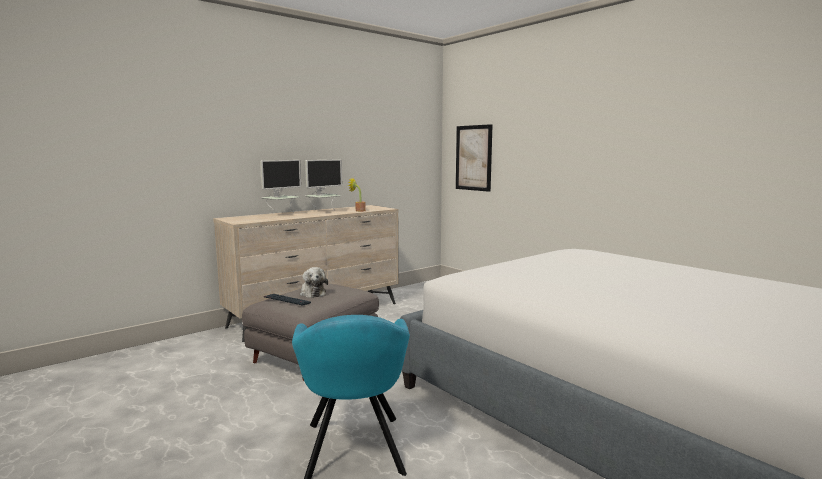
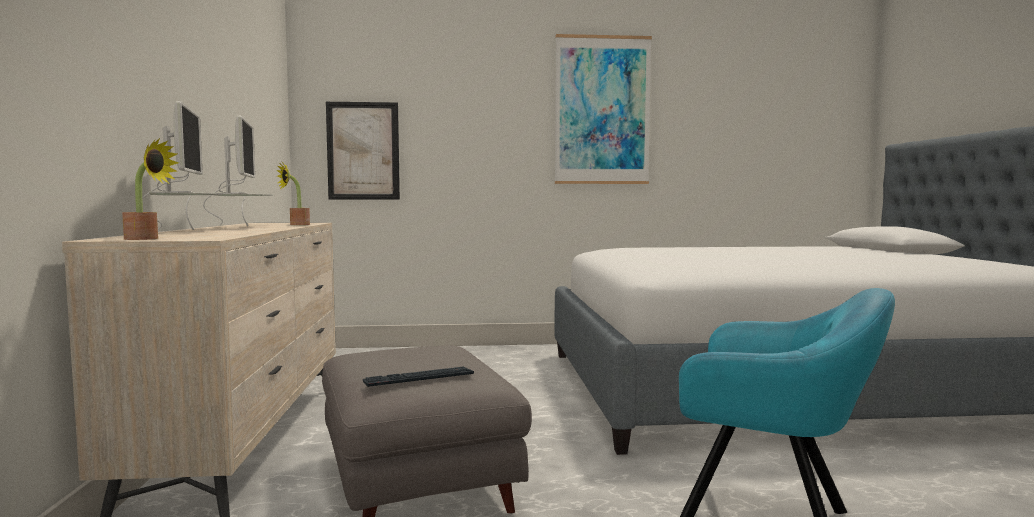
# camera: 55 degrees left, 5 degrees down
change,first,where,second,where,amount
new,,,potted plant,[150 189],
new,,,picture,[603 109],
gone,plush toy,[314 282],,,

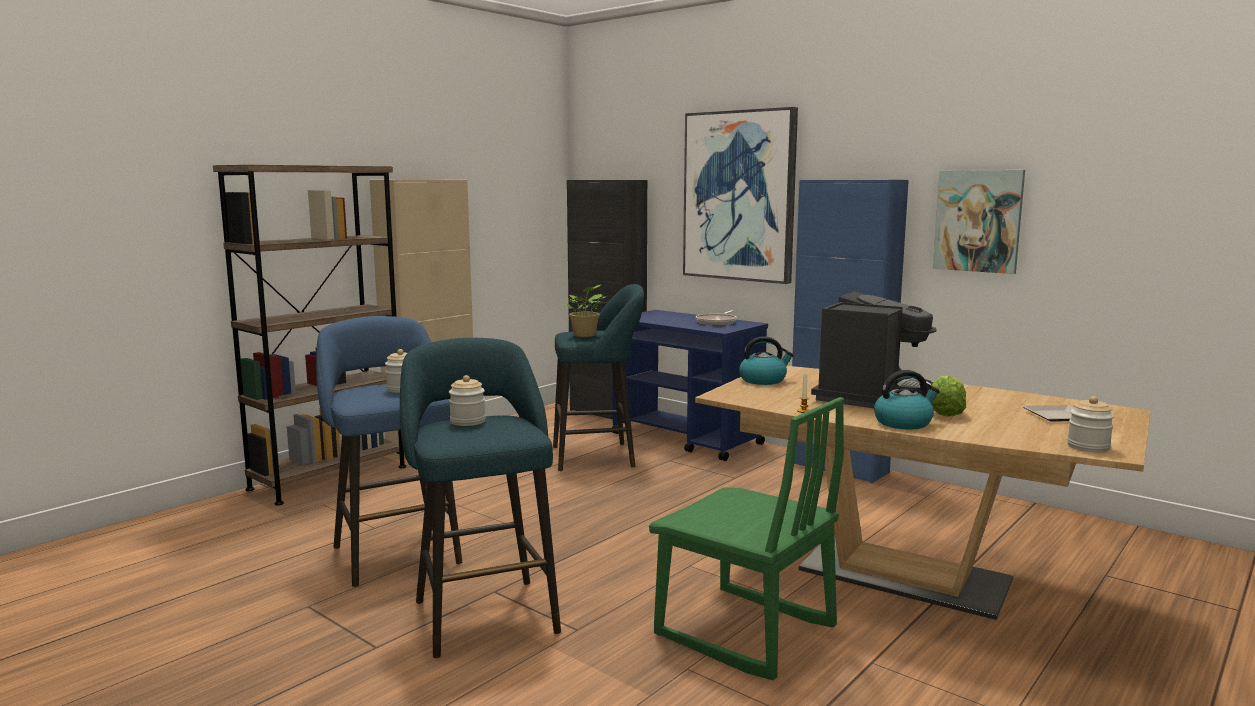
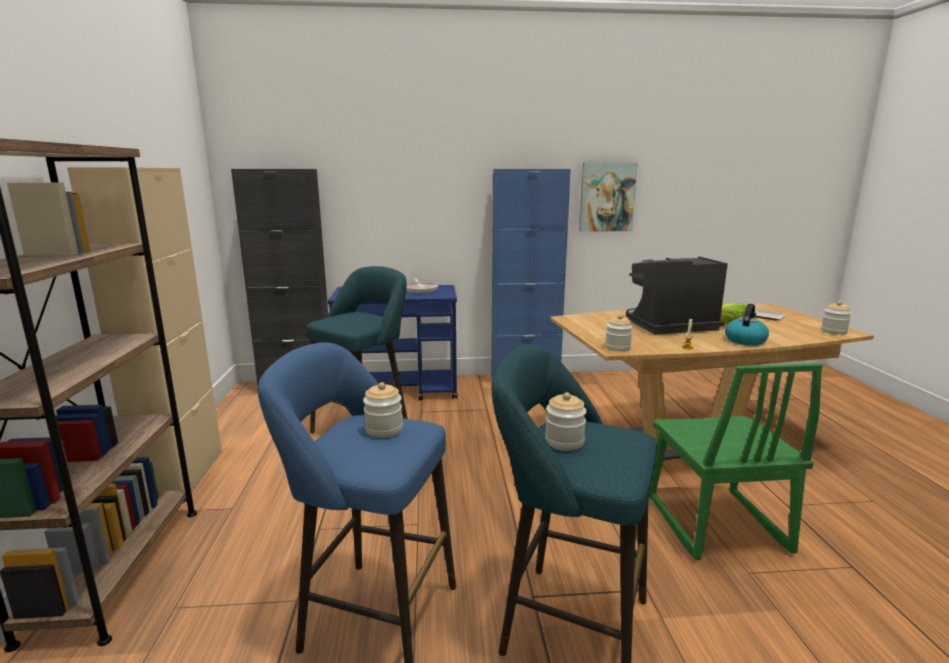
# camera: 45 degrees left, 5 degrees up
change,first,where,second,where,amount
new,,,jar,[619 332],
rotated,coffee machine,[874 349],,[677 295],90 degrees counterclockwise
rotated,green chair,[746 538],,[736 461],90 degrees clockwise
gone,potted plant,[586 310],,,
gone,picture,[740 195],,,
gone,kettle,[766 360],,,

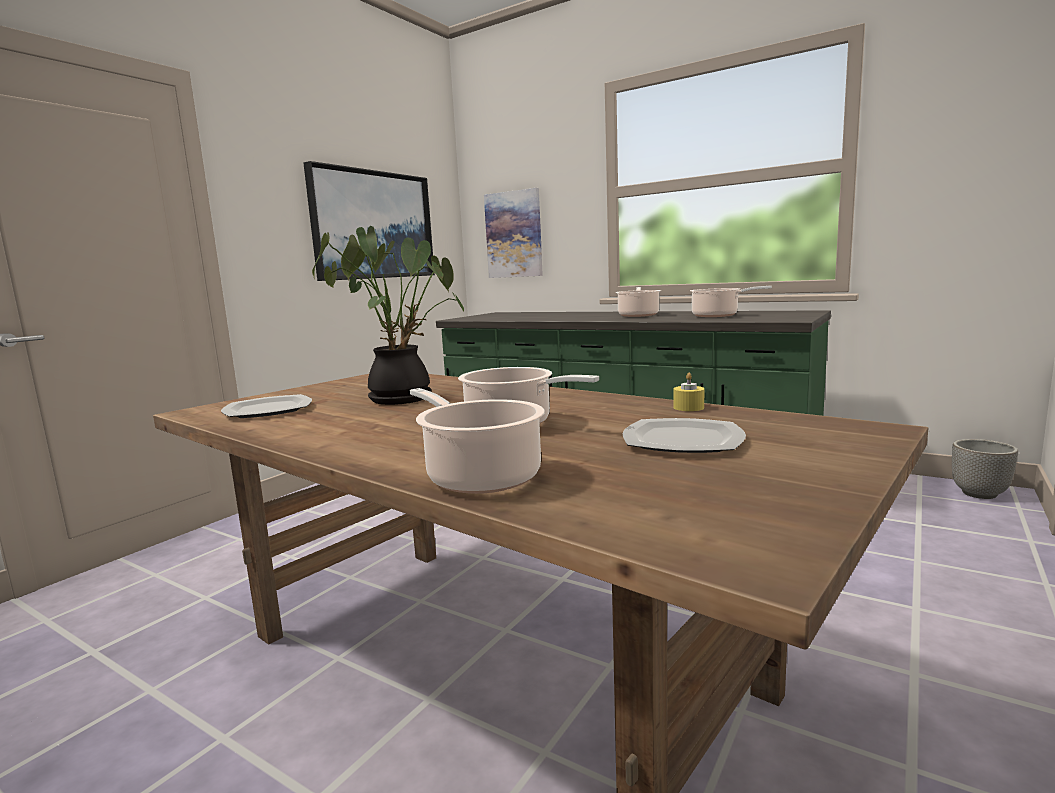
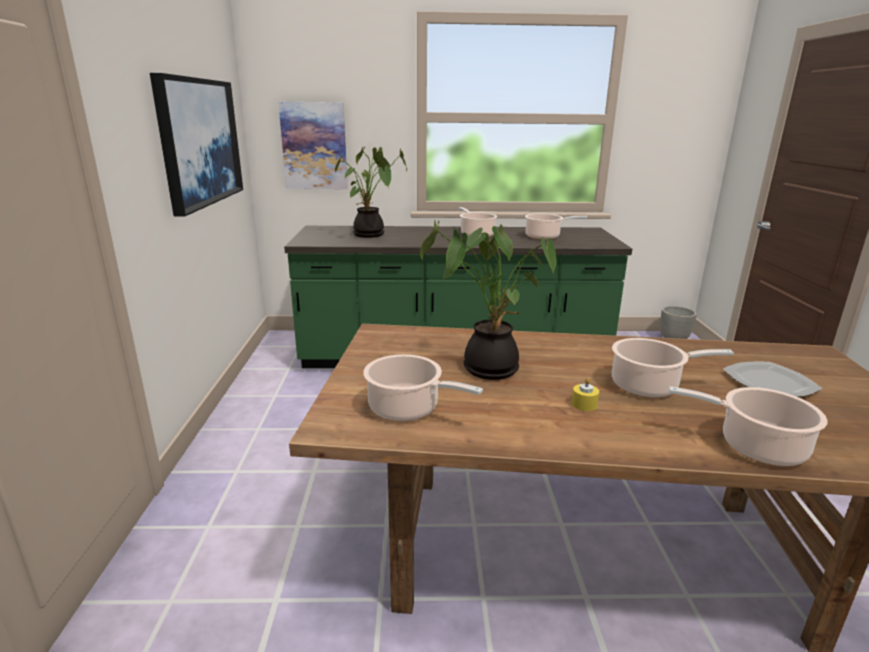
# camera: 35 degrees left, 10 degrees up
change,first,where,second,where,amount
new,,,potted plant,[371 192],
swapped,plate,[266 406],cooking pot,[423 387],
shifted,yellow candle,[689 392],,[585 394],

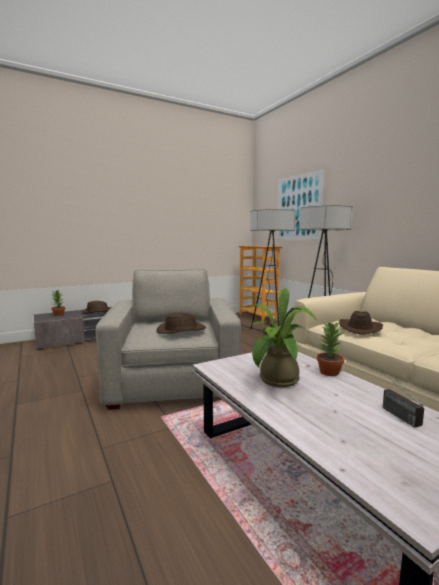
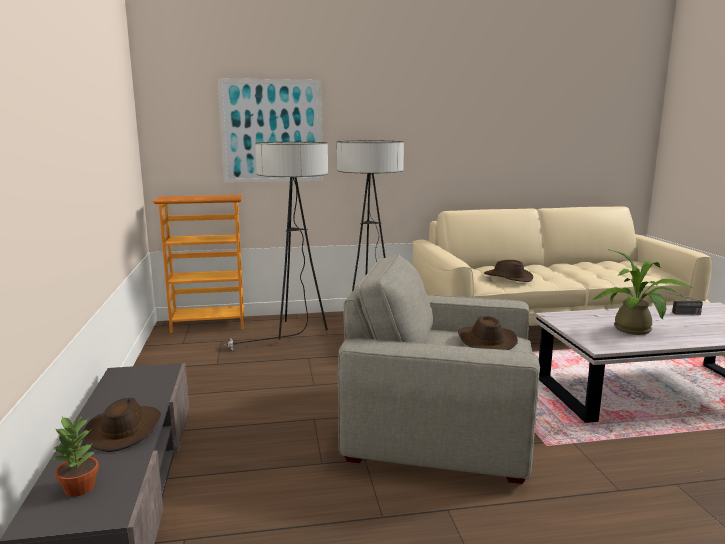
# camera: 70 degrees left, 5 degrees up
change,first,where,second,where,amount
gone,potted plant,[330 349],,,

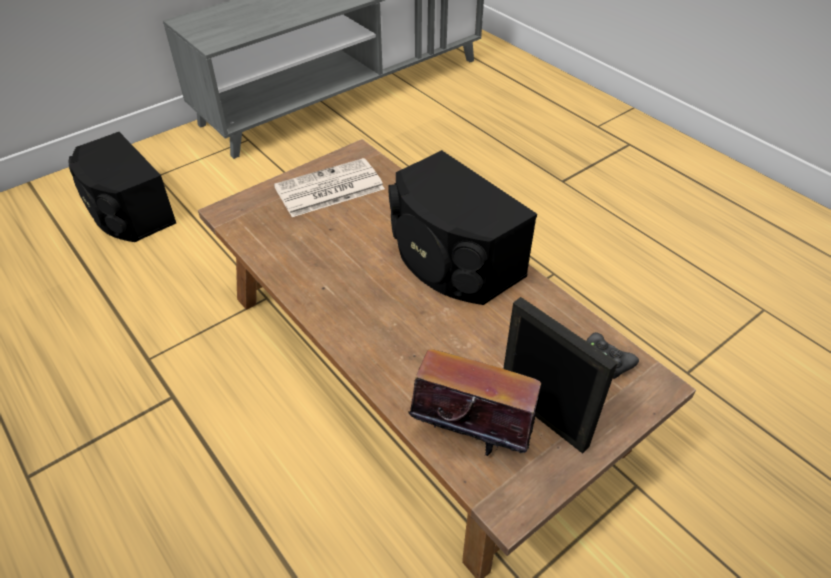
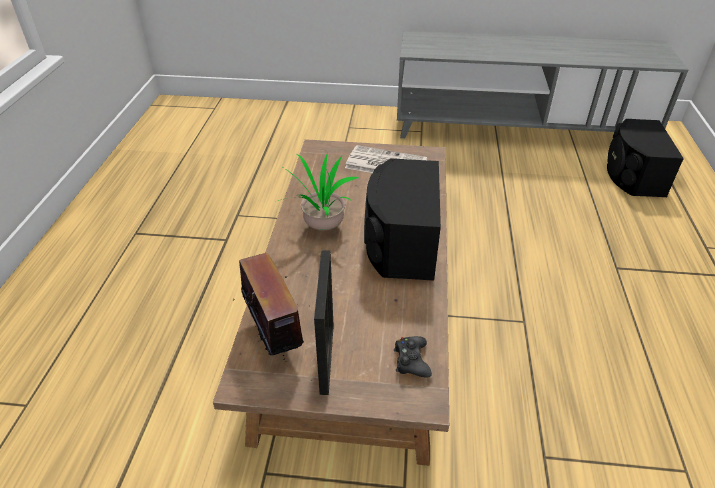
# camera: 45 degrees right, 5 degrees down
change,first,where,second,where,amount
new,,,potted plant,[318 191],
shifted,black speaker,[122 187],,[645 158],

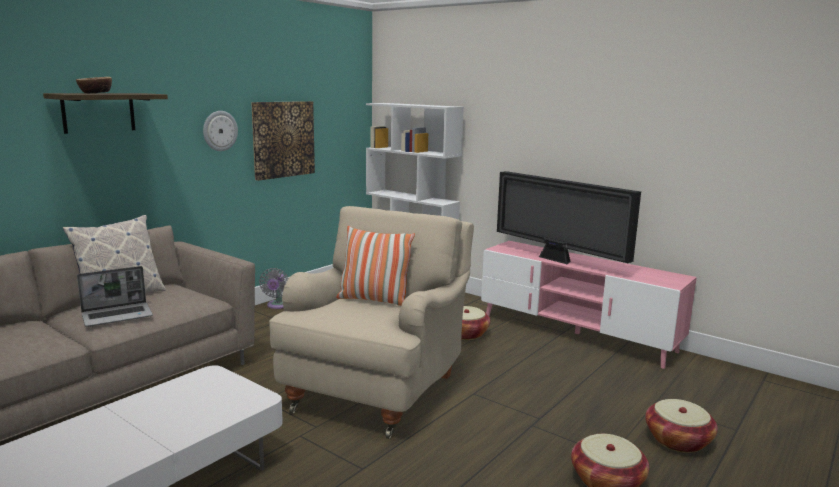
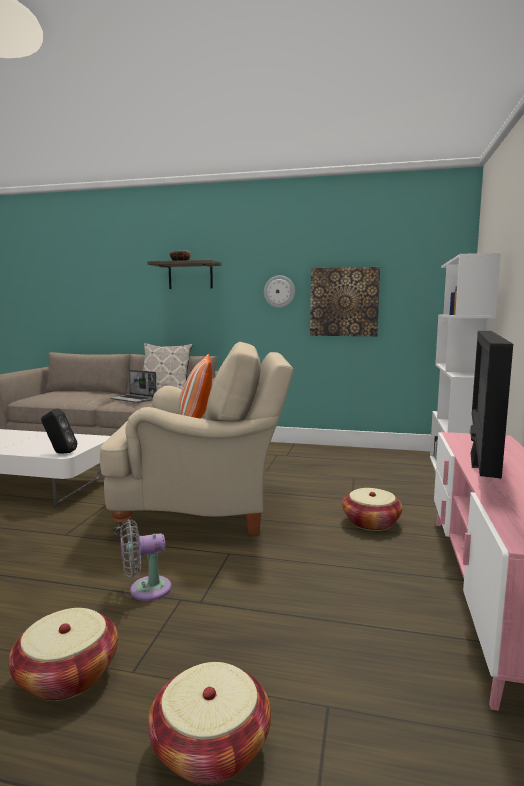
# camera: 65 degrees right, 5 degrees down
change,first,where,second,where,amount
new,,,black speaker,[59 431],
shifted,grey fan,[274 288],,[146 560],

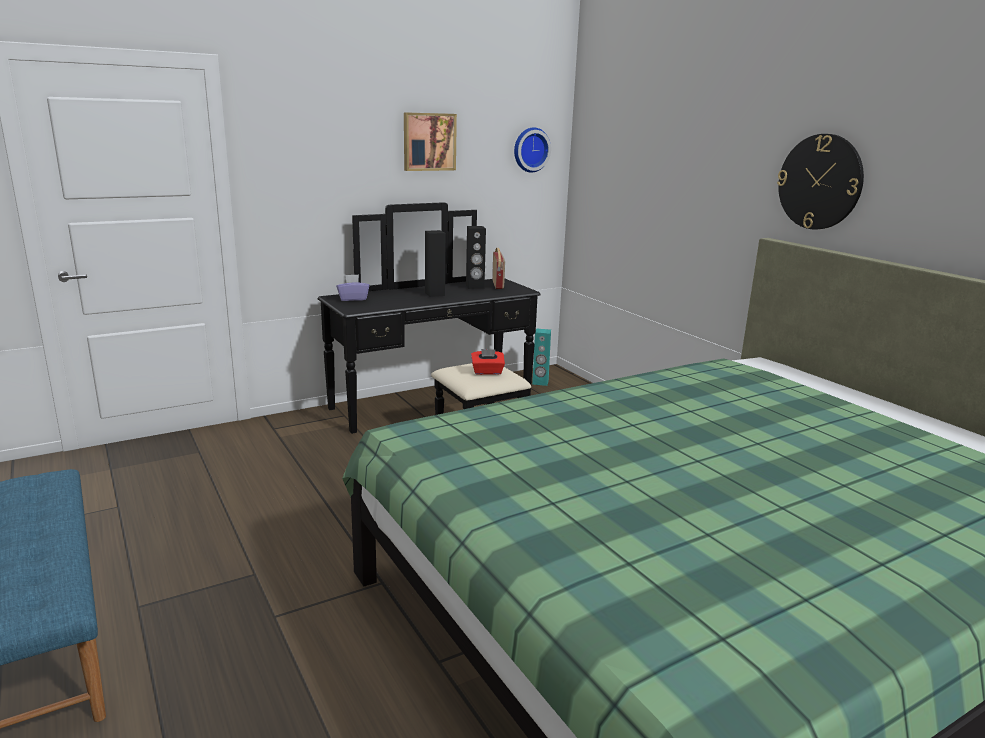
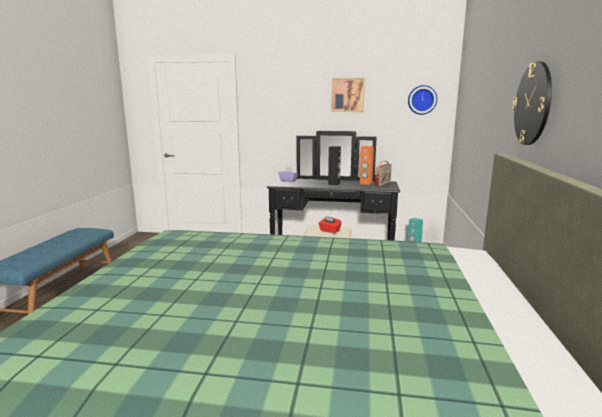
# camera: 40 degrees right, 5 degrees down
change,first,where,second,where,amount
repainted,black speaker,[476 257],orange speaker,[366 165],

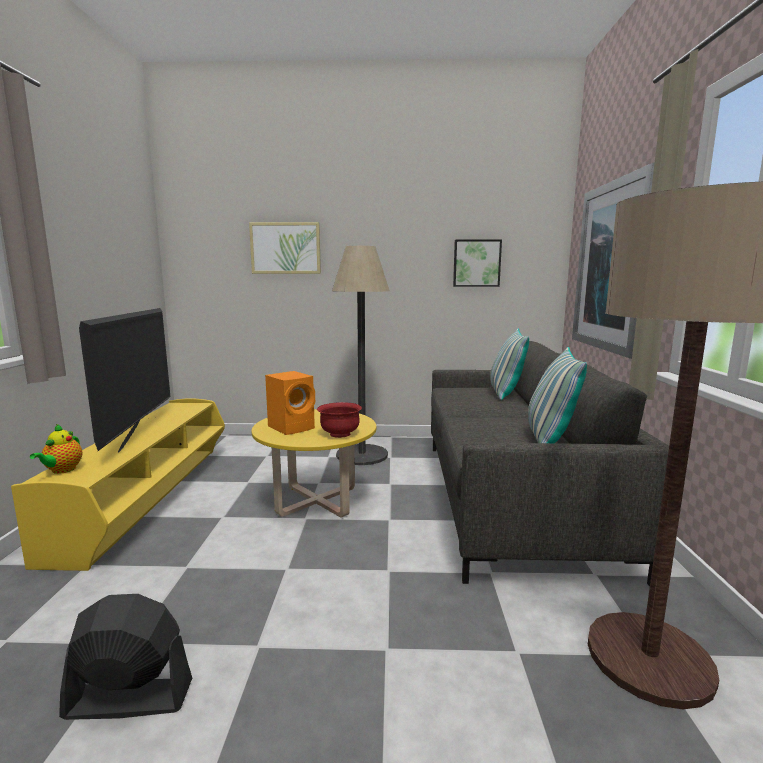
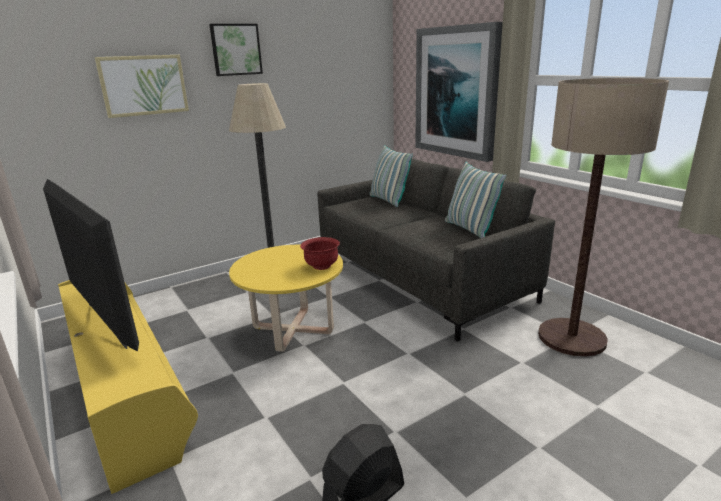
# camera: 35 degrees left, 10 degrees up
change,first,where,second,where,amount
shifted,picture,[477 263],,[236 50],
gone,teapot,[56 449],,,
gone,orange speaker,[290 403],,,

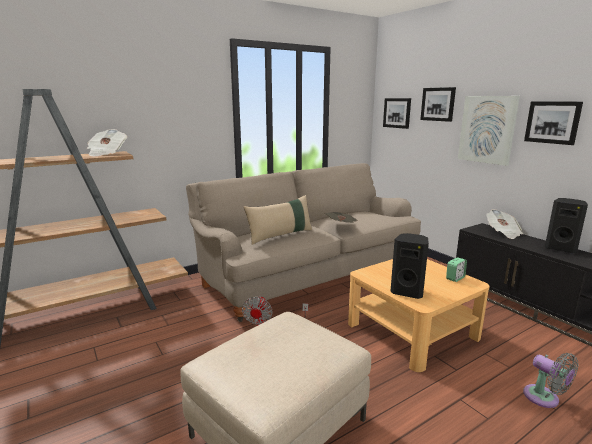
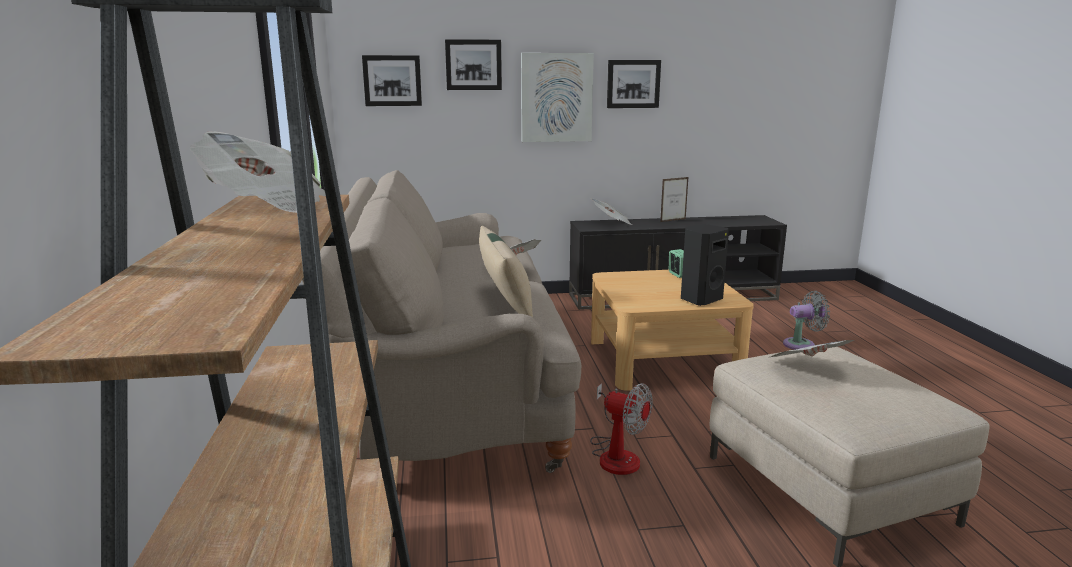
# camera: 65 degrees left, 0 degrees up
change,first,where,second,where,amount
swapped,black speaker,[566 225],picture frame,[674 199],
new,,,newspaper,[813 348],

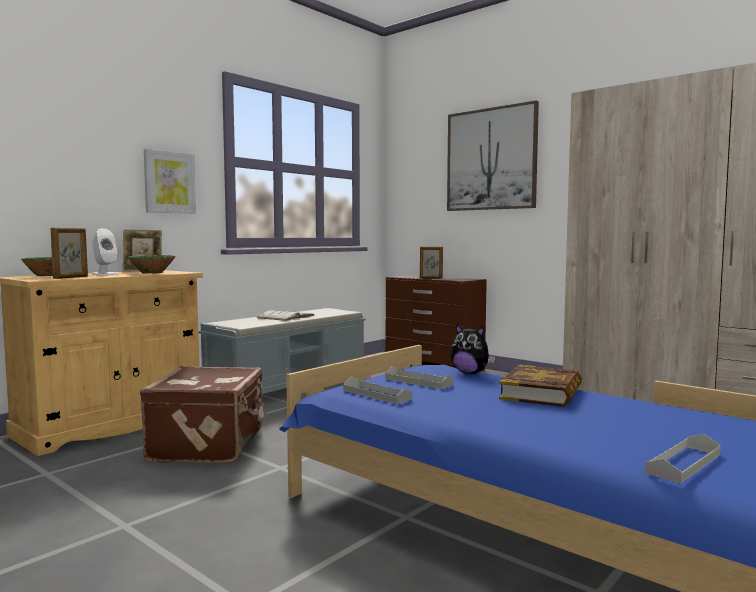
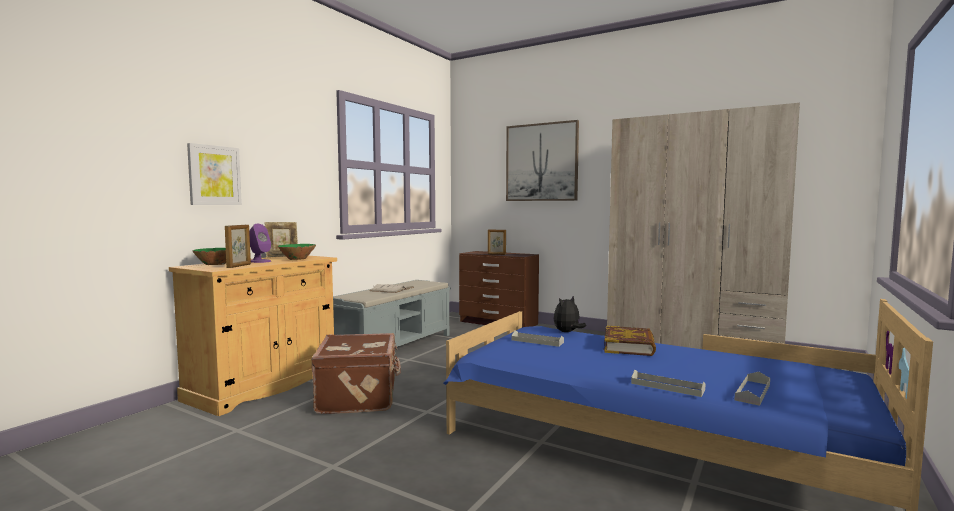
# camera: 10 degrees left, 0 degrees up
change,first,where,second,where,amount
shifted,picture,[170 181],,[214 174],
repainted,white speaker,[105 252],purple speaker,[260 243],
rotated,plush toy,[473 349],,[570 314],120 degrees clockwise
shifted,grey tray,[377 390],,[668 383],

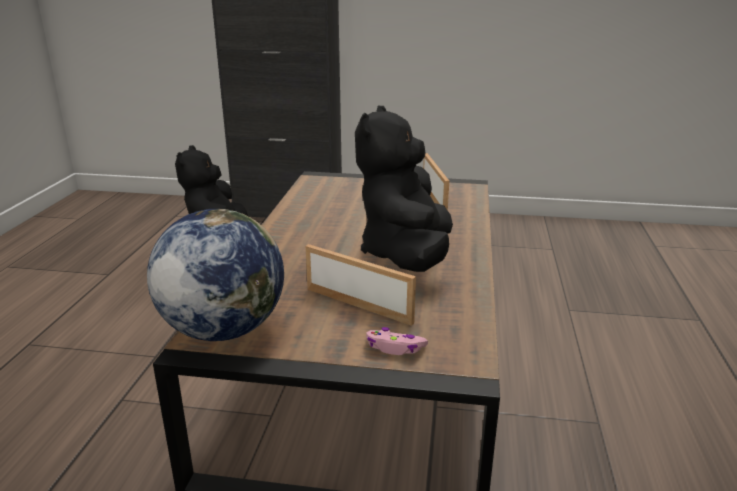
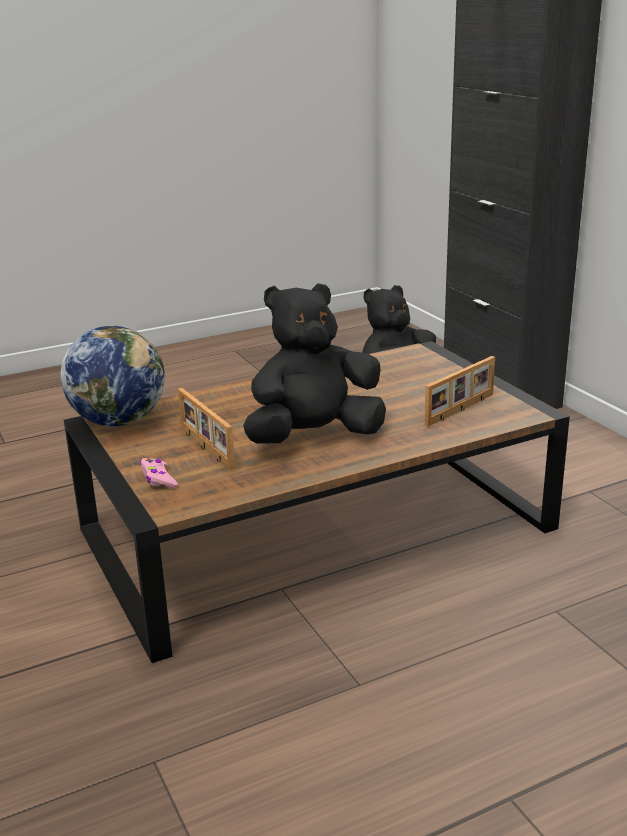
# camera: 55 degrees right, 0 degrees up
change,first,where,second,where,amount
rotated,picture frame,[361 285],,[206 429],150 degrees clockwise

